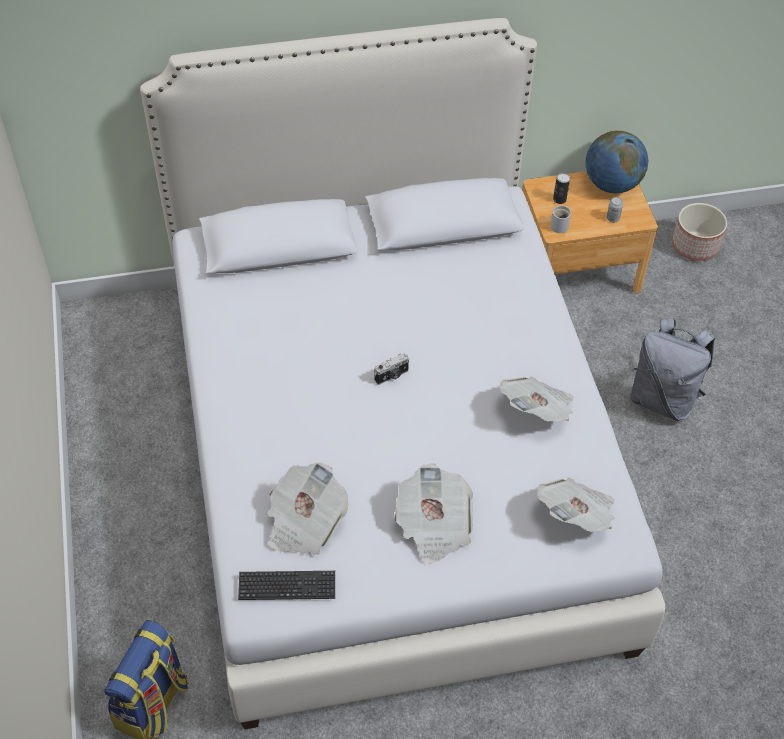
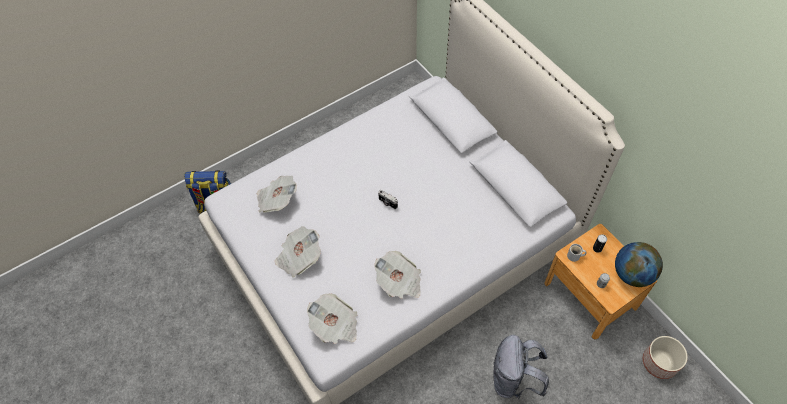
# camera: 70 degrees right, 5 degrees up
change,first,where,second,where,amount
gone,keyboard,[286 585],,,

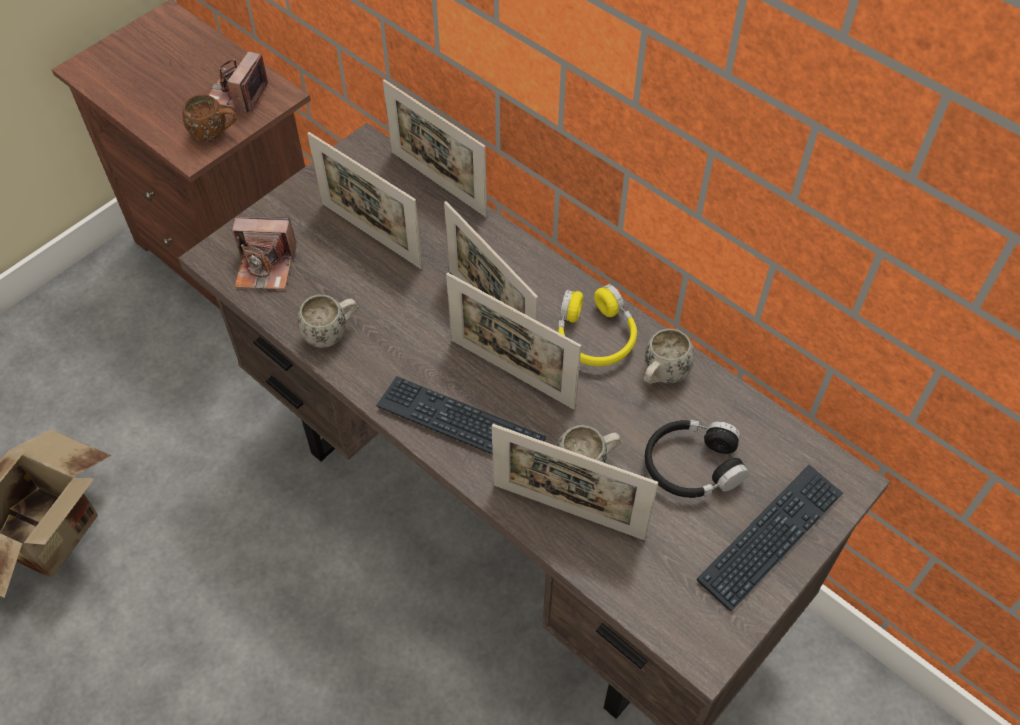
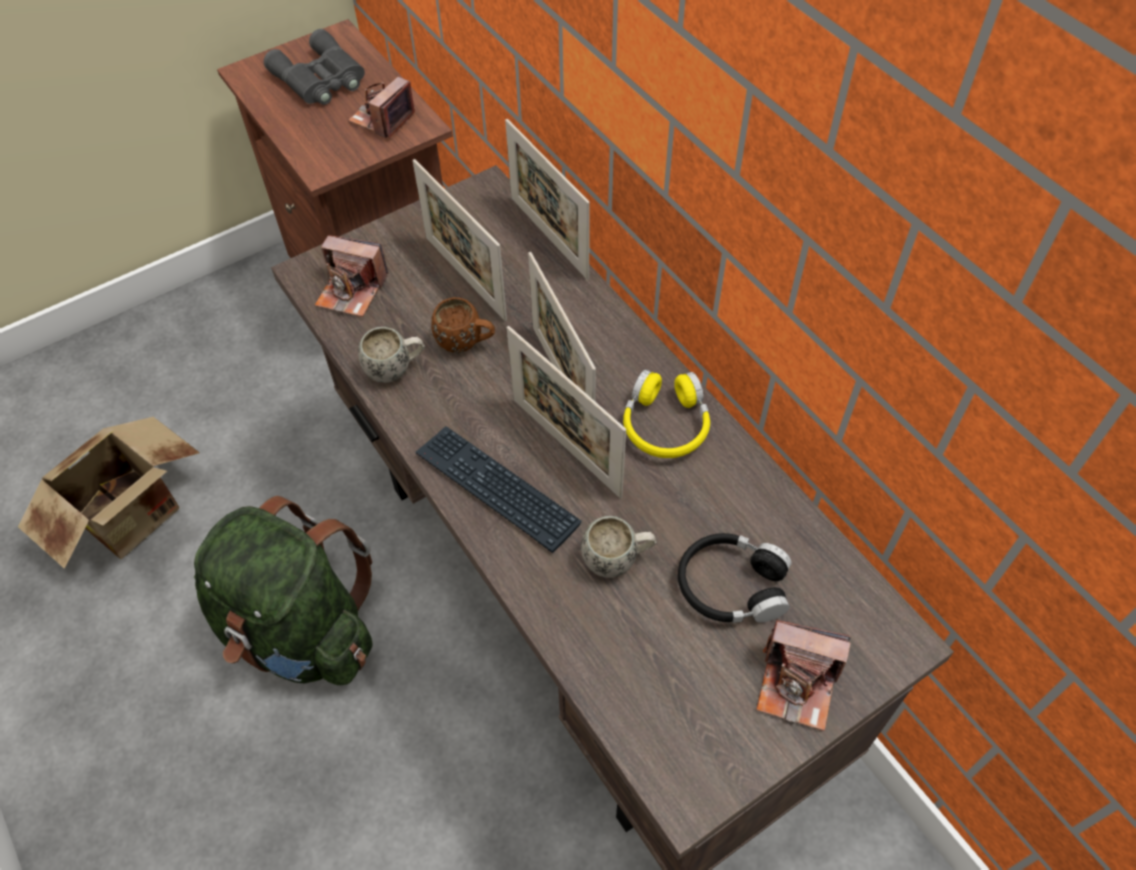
# camera: 15 degrees right, 0 degrees up
change,first,where,second,where,amount
new,,,green backpack,[283 590],
new,,,grey binoculars,[314 67],
shifted,brown mug,[209 117],,[463 325],
swapped,keyboard,[769 537],photo camera,[803 675],
gone,picture frame,[575 482],,,
gone,white mug,[669 356],,,

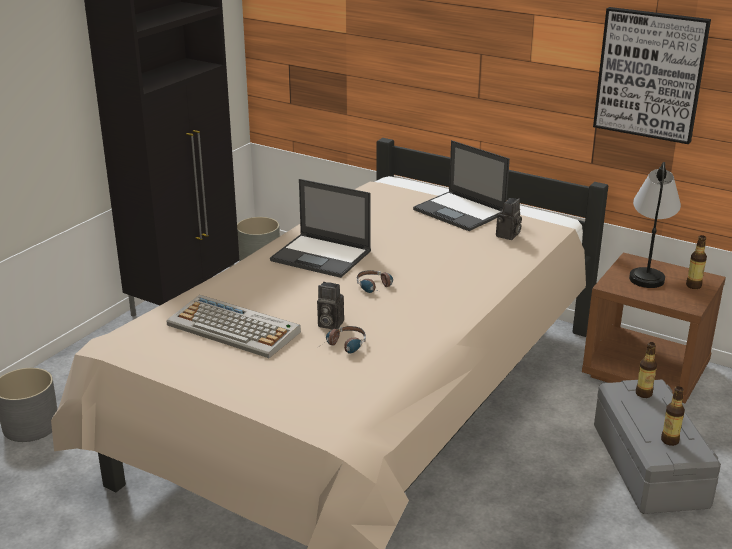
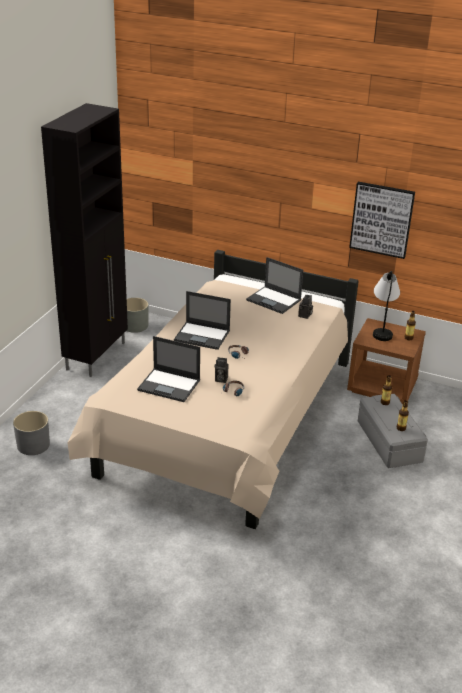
# camera: 10 degrees left, 5 degrees up
change,first,where,second,where,amount
swapped,keyboard,[233 326],laptop,[168 369],

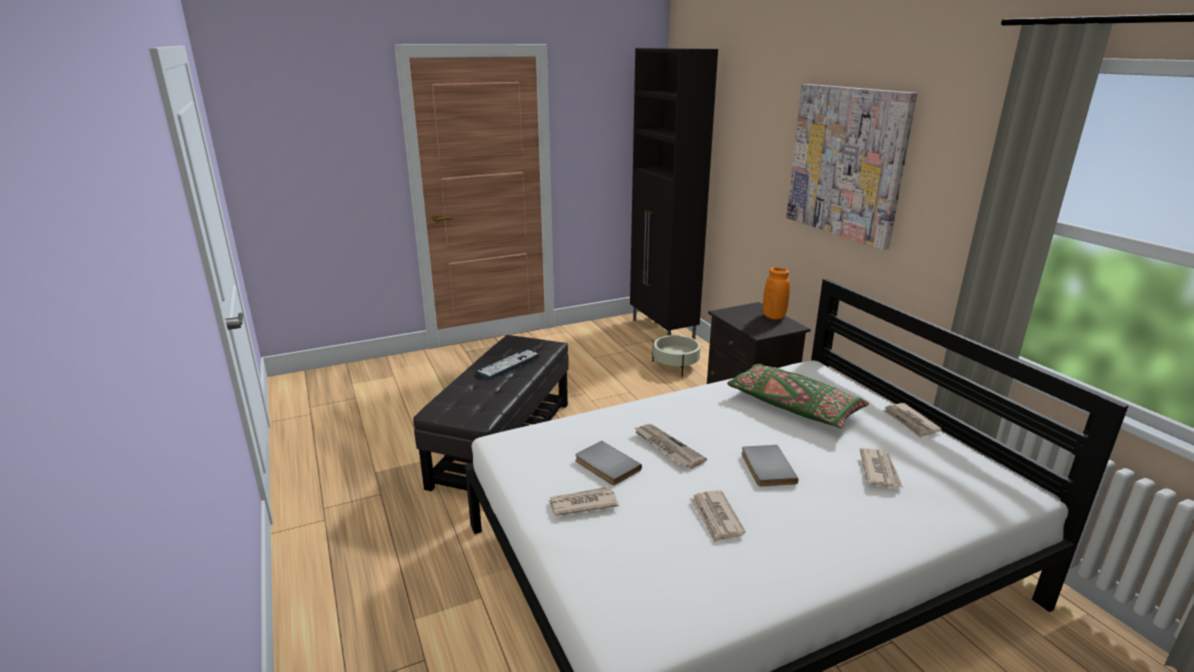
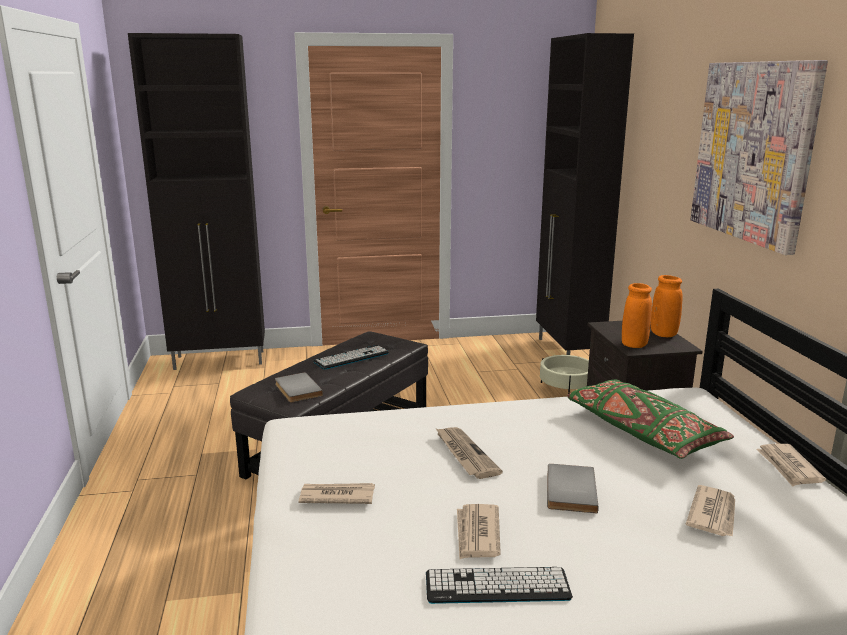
# camera: 15 degrees right, 5 degrees down
change,first,where,second,where,amount
new,,,black cabinet,[196 201],
shifted,grey book,[608 463],,[299 387],
new,,,keyboard,[499 585],
new,,,orange vase,[637 315],

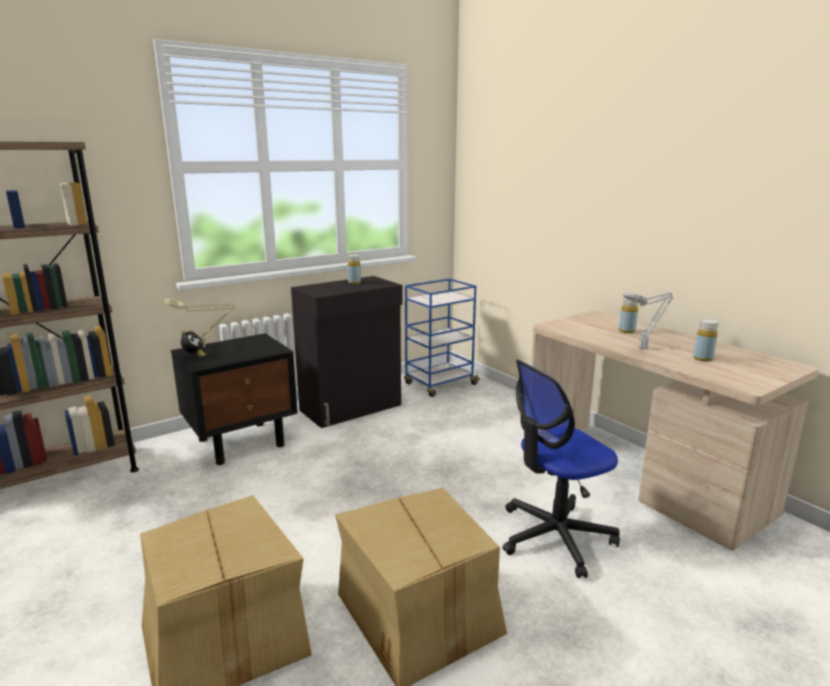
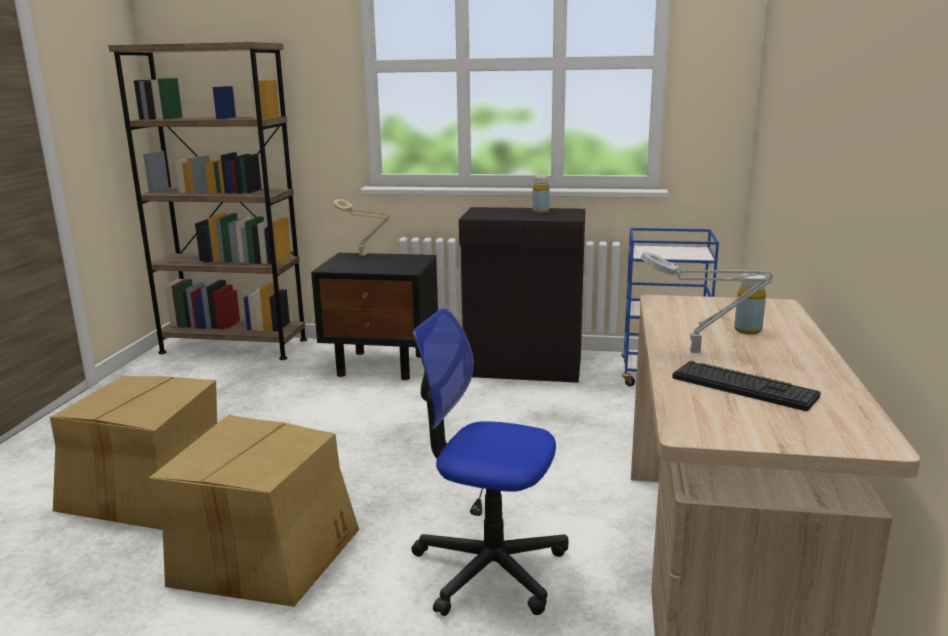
# camera: 45 degrees right, 0 degrees up
change,first,where,second,where,amount
swapped,yellow bottle,[705 340],keyboard,[746 386],
gone,alarm clock,[193 344],,,

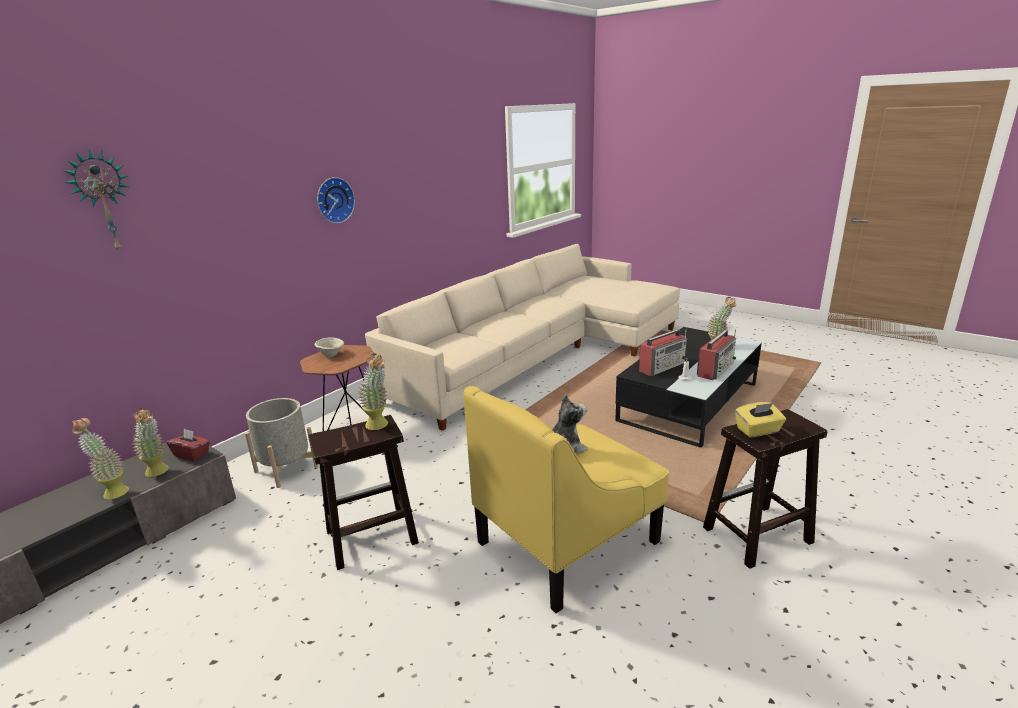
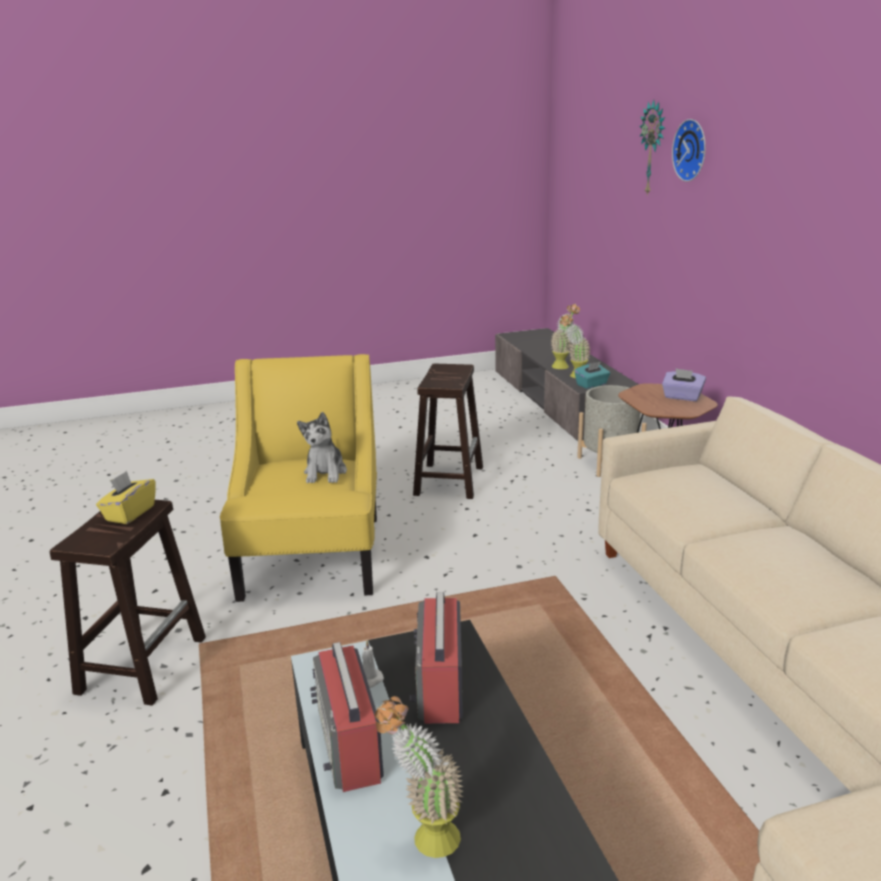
# camera: 125 degrees right, 0 degrees up
change,first,where,second,where,amount
repainted,red tissue box,[188 445],turquoise tissue box,[592 375],
swapped,beige bowl,[329 347],purple tissue box,[684 384],
shifted,wall clock,[336 200],,[689 150],
gone,potted plant,[373 391],,,

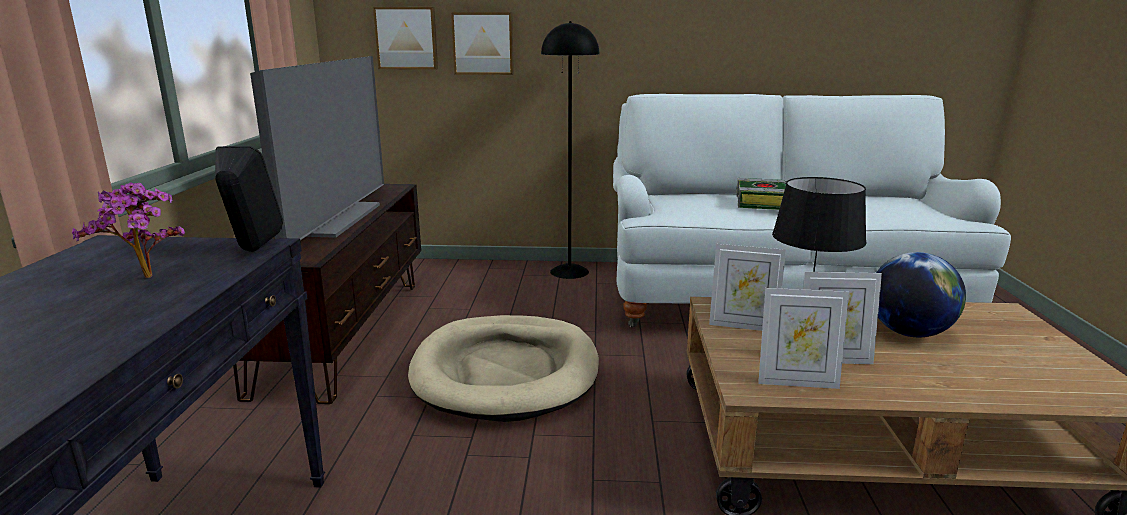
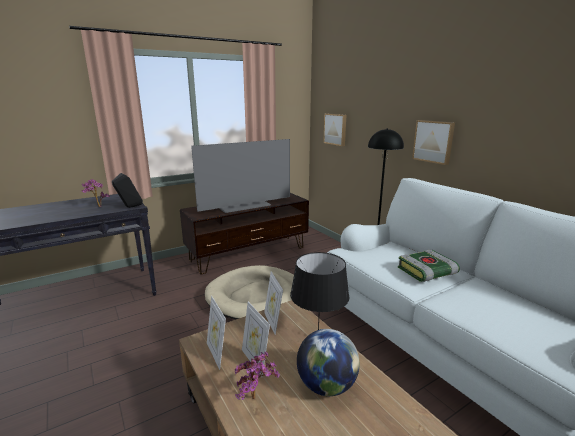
# camera: 55 degrees right, 0 degrees up
change,first,where,second,where,amount
new,,,potted plant,[257 376],
shifted,picture,[482 43],,[433 142],

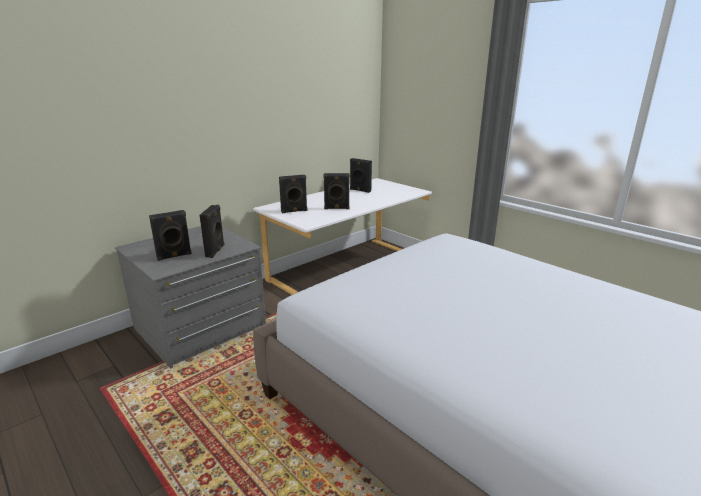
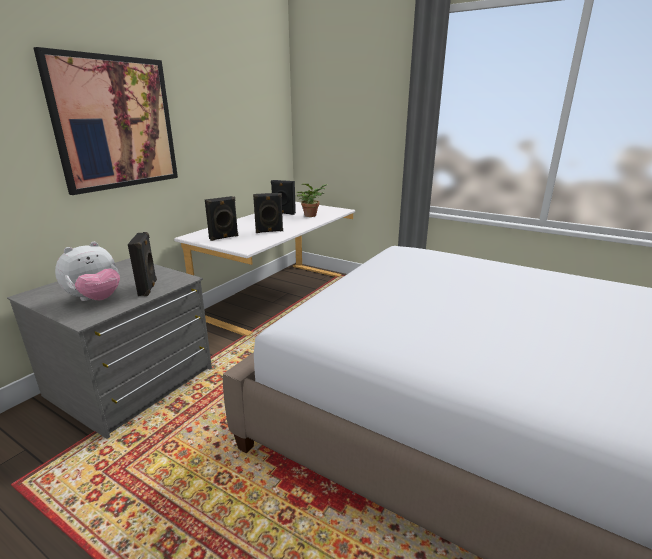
# camera: 15 degrees left, 0 degrees up
change,first,where,second,where,amount
new,,,picture,[105 121],
swapped,black speaker,[170 235],plush toy,[87 271],
new,,,potted plant,[312 200],

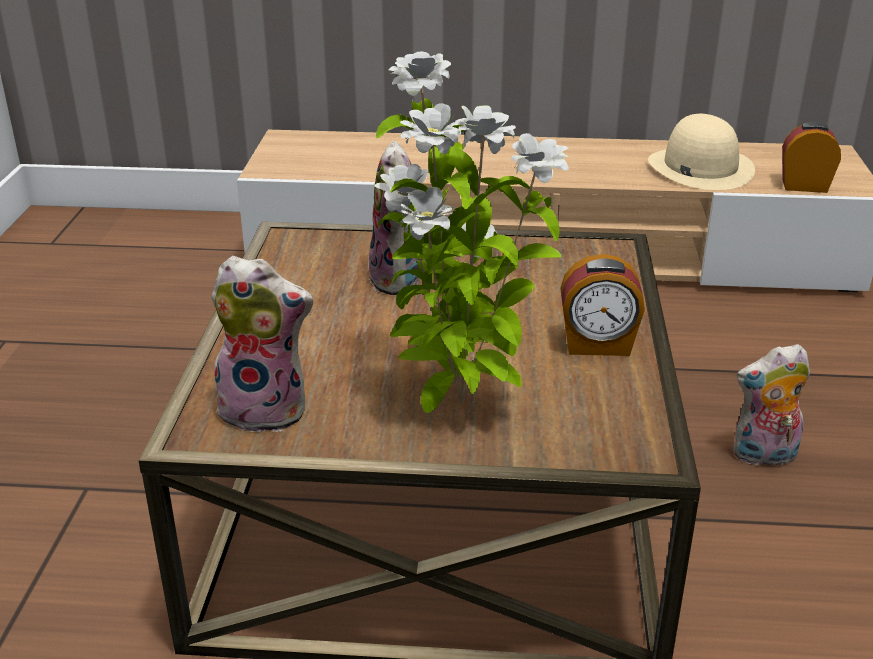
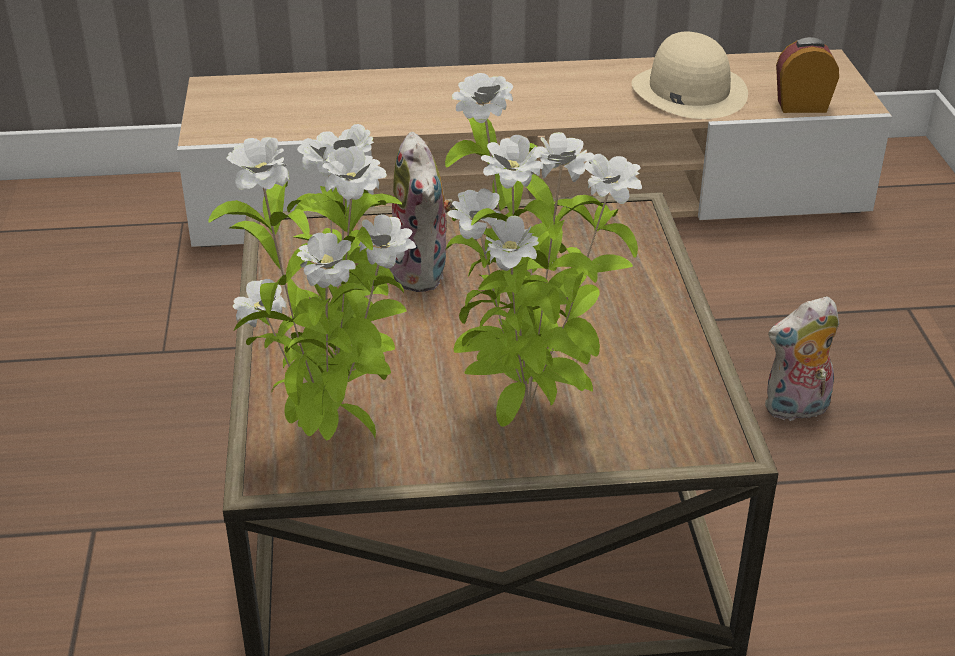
# camera: 10 degrees left, 5 degrees up
change,first,where,second,where,amount
swapped,plush toy,[261 344],potted plant,[312 282],
gone,alarm clock,[602 305],,,

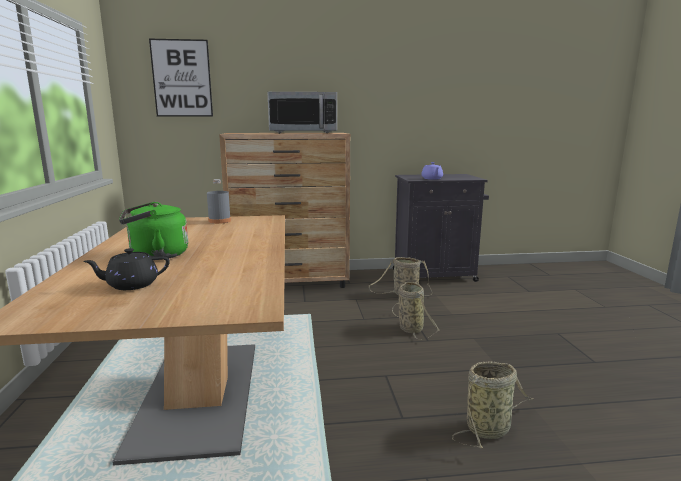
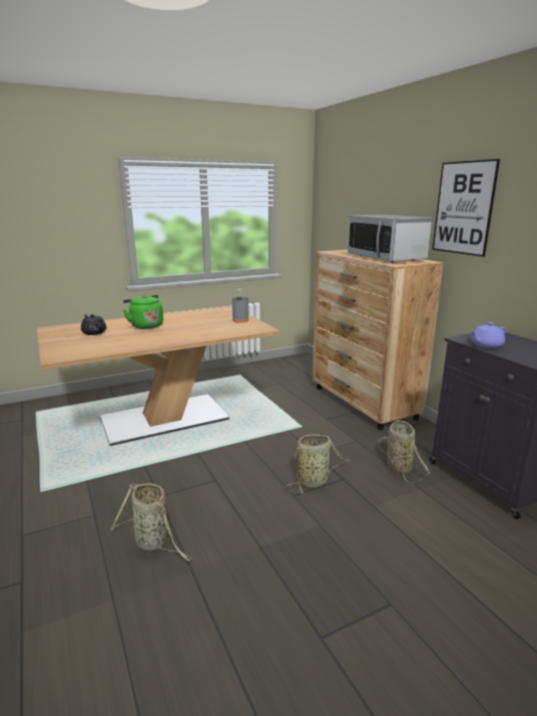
# camera: 70 degrees right, 5 degrees up
change,first,where,second,where,amount
shifted,picture,[181 78],,[466 208],

